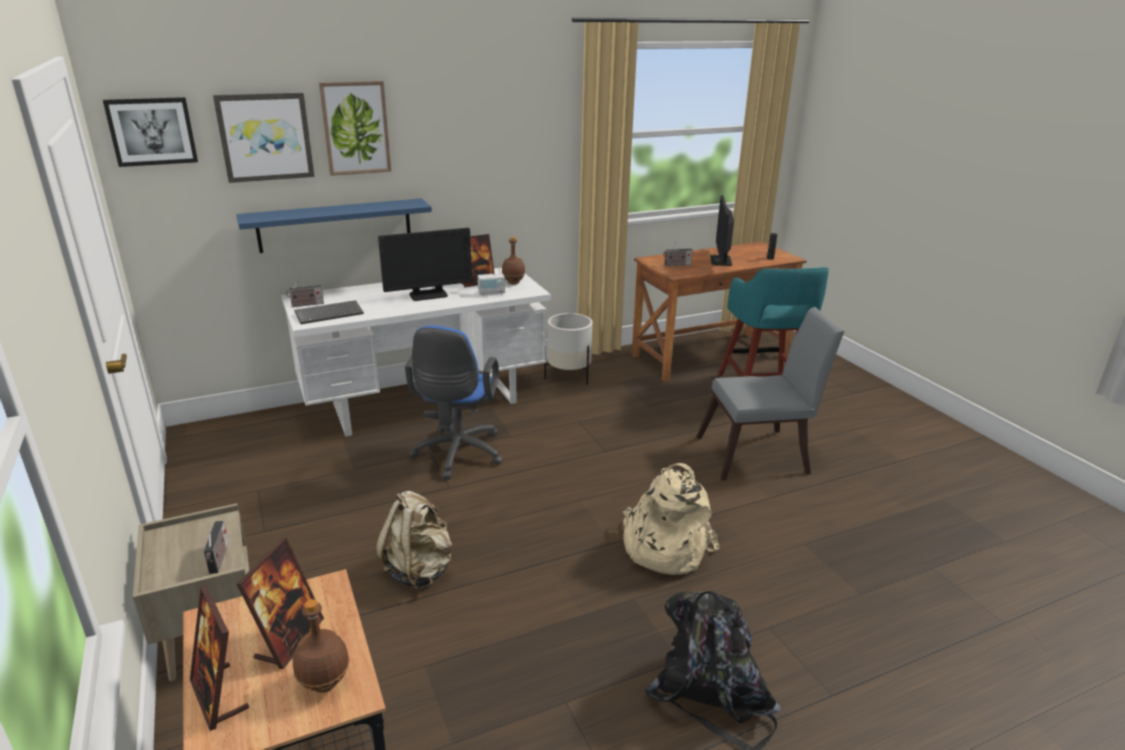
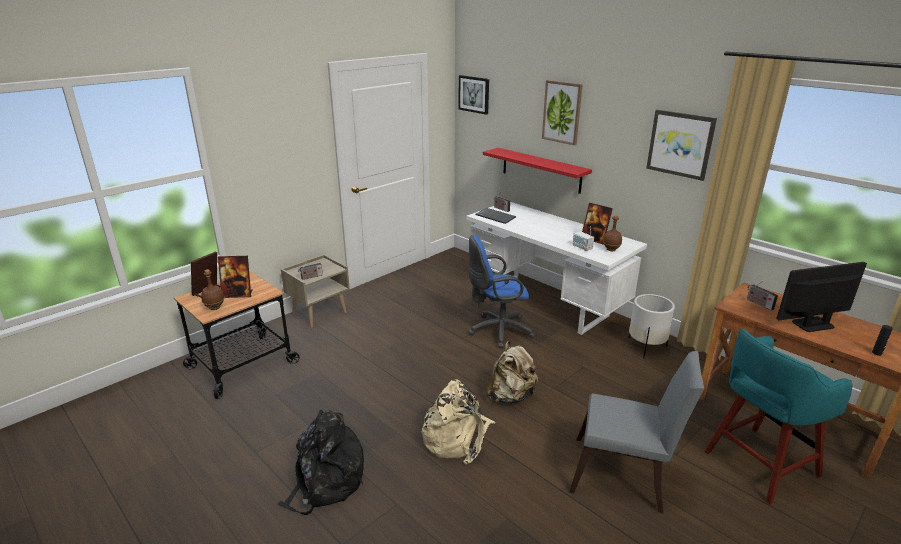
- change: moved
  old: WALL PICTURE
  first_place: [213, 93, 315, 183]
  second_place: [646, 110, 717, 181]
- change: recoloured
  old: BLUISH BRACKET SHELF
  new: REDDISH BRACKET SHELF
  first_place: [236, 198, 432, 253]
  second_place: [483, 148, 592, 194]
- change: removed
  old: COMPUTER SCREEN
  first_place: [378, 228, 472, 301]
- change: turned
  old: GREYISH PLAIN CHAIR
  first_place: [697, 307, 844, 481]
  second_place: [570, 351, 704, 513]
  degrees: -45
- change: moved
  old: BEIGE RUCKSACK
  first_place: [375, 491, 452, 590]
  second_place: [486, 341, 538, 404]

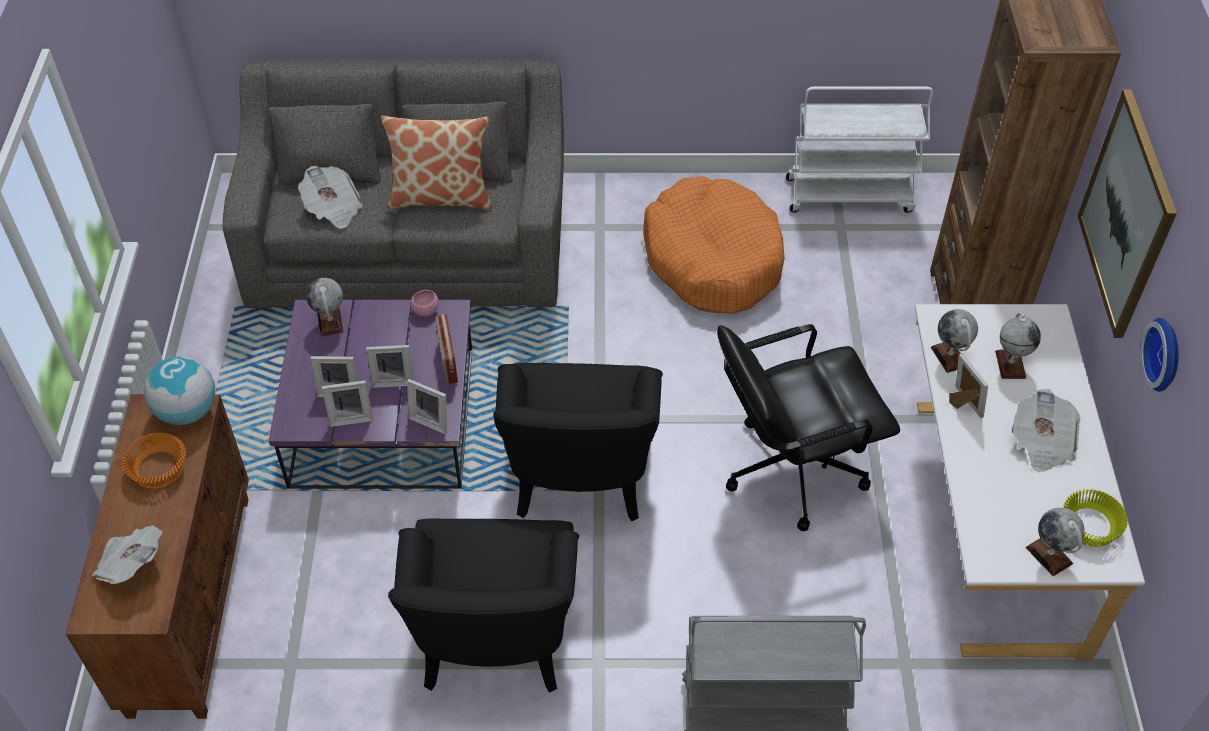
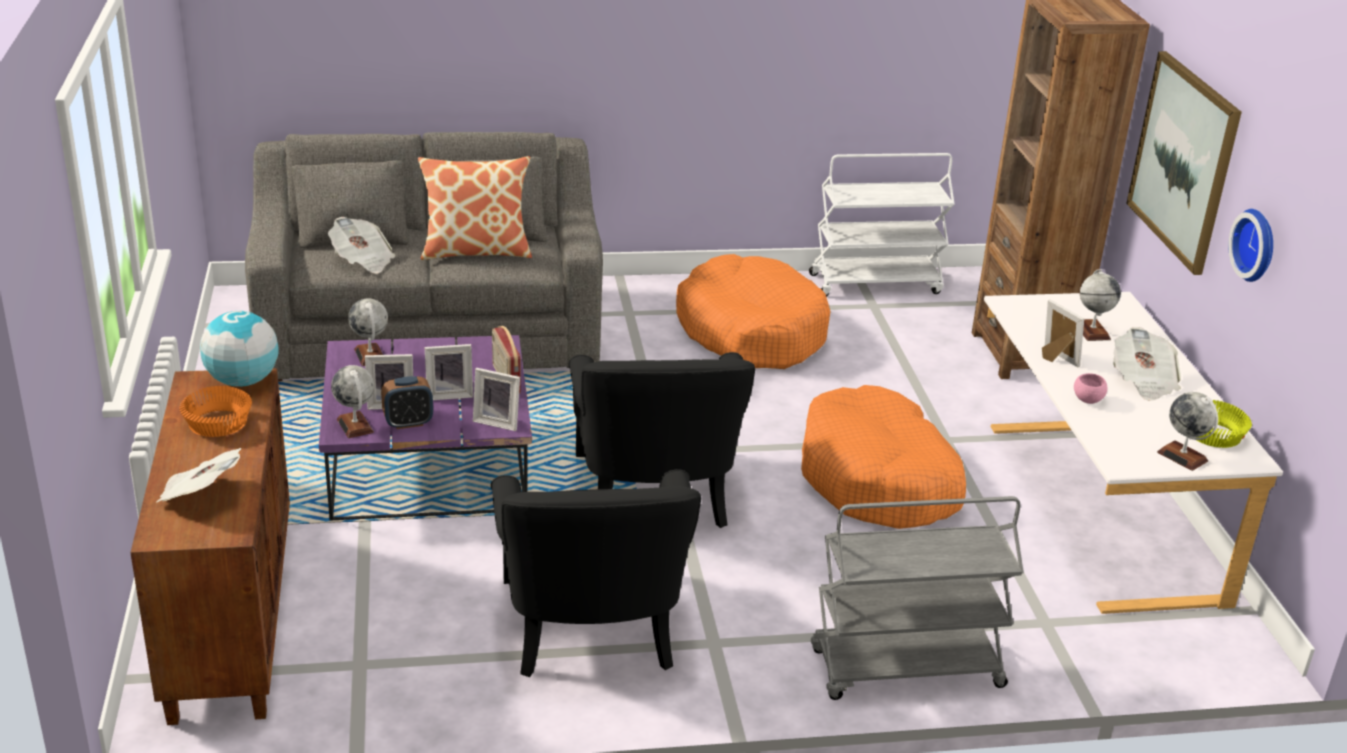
- change: moved
  old: PINK-COLOURED DEEP DISH
  first_place: [411, 290, 439, 317]
  second_place: [1074, 373, 1107, 404]
- change: moved
  old: WORLD GLOBE
  first_place: [931, 309, 978, 373]
  second_place: [331, 365, 374, 438]
- change: replaced
  old: BLACK DESK CHAIR
  new: ORANGEY PET BED
  first_place: [717, 324, 900, 531]
  second_place: [801, 385, 966, 529]
- change: replaced
  old: PICTURE FRAME
  new: ALARM CLOCK
  first_place: [322, 380, 373, 427]
  second_place: [381, 376, 433, 429]

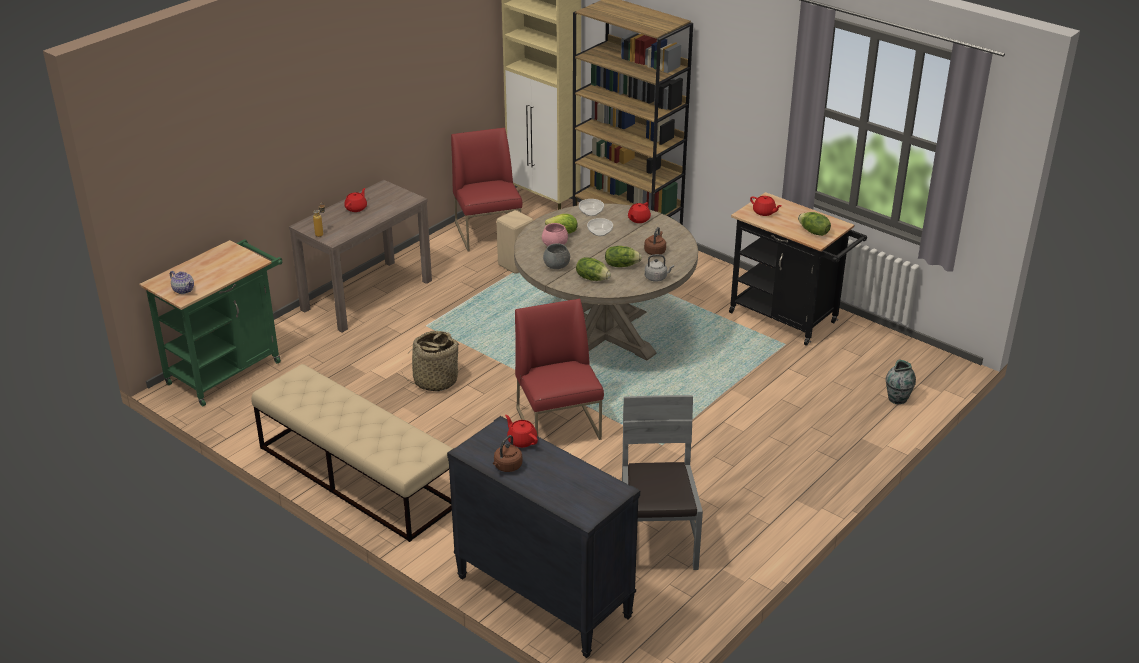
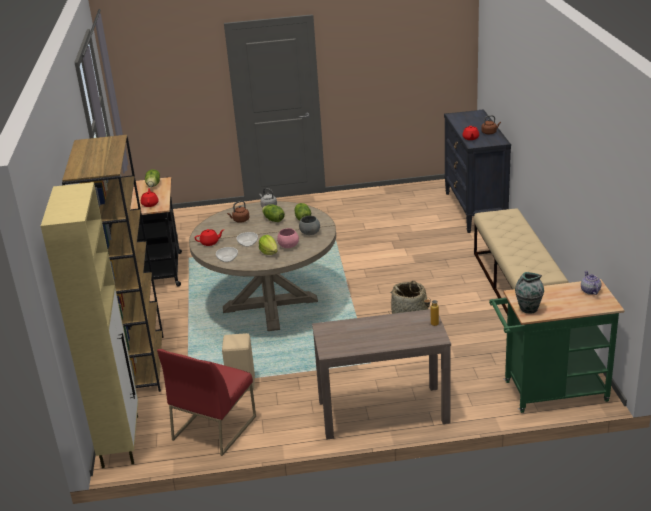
- change: removed
  old: REDDISH TEA POT
  first_place: [344, 188, 367, 212]
- change: removed
  old: REDDISH PLAIN CHAIR
  first_place: [515, 299, 604, 440]
- change: moved
  old: FLOWER VASE
  first_place: [886, 360, 916, 404]
  second_place: [515, 272, 544, 313]
- change: removed
  old: GREYISH PLAIN CHAIR
  first_place: [622, 395, 703, 570]

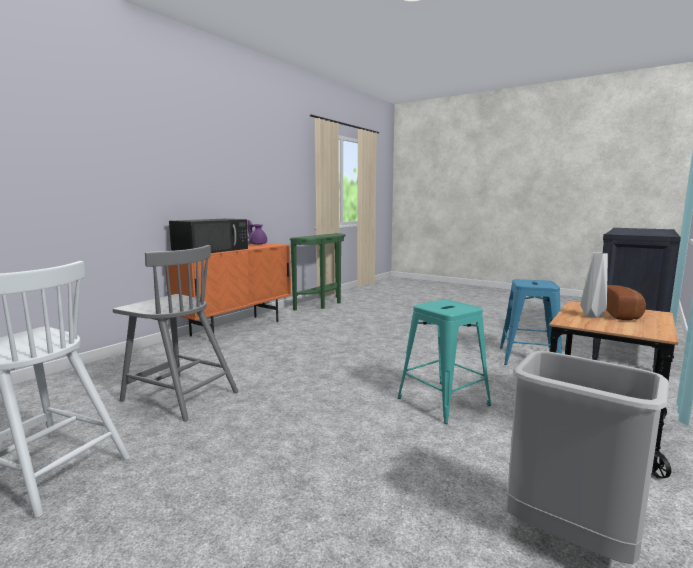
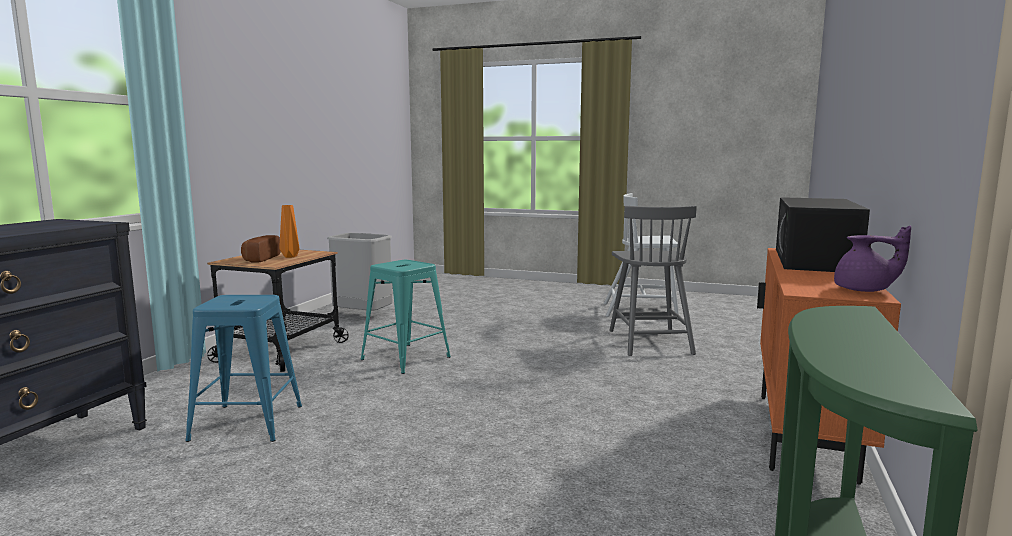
- change: turned
  old: GREYISH PLAIN CHAIR
  first_place: [113, 245, 239, 421]
  second_place: [609, 205, 697, 356]
  degrees: -105
- change: recoloured
  old: GREYISH FLOWER VASE
  new: ORANGEY FLOWER VASE
  first_place: [580, 253, 608, 318]
  second_place: [279, 205, 299, 258]

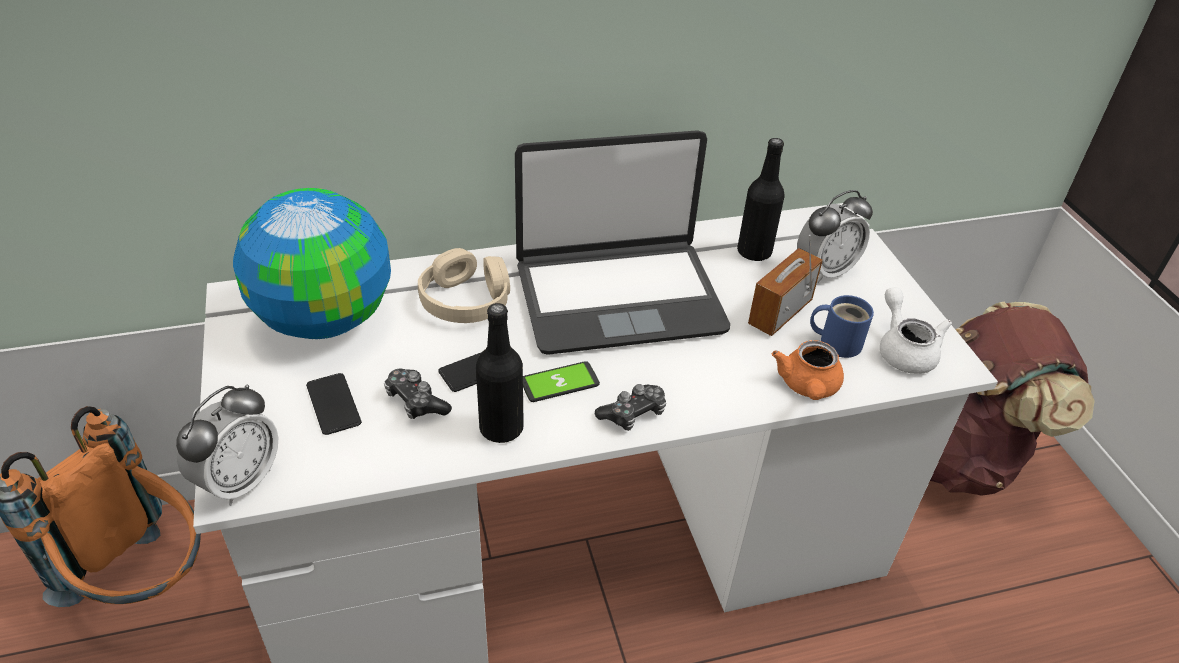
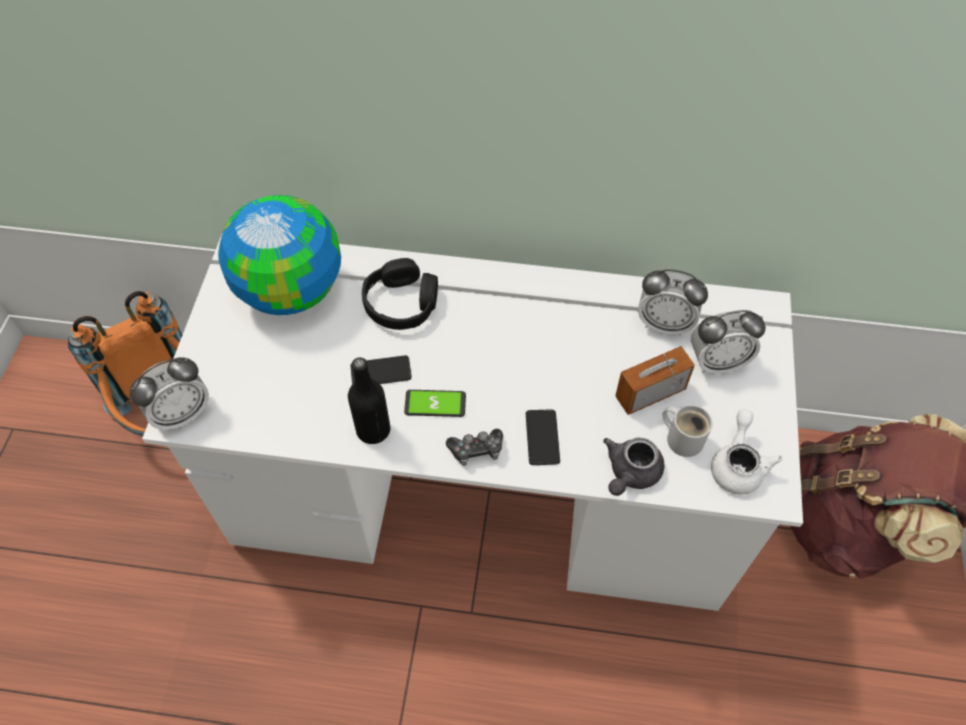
- change: removed
  old: LAPTOP
  first_place: [515, 130, 730, 355]
- change: replaced
  old: BLACK DRINK BOTTLE
  new: ALARM CLOCK
  first_place: [737, 138, 785, 261]
  second_place: [638, 269, 708, 336]
- change: recoloured
  old: BEIGE PAIR OF HEADPHONES
  new: BLACK PAIR OF HEADPHONES
  first_place: [418, 248, 510, 323]
  second_place: [362, 258, 438, 330]
- change: recoloured
  old: BLUISH MUG
  new: WHITISH MUG
  first_place: [810, 295, 874, 358]
  second_place: [662, 405, 713, 457]
- change: recoloured
  old: ORANGEY TEA POT
  new: GREYISH TEA POT
  first_place: [772, 340, 844, 400]
  second_place: [603, 438, 664, 496]
- change: removed
  old: GAMEPAD
  first_place: [384, 369, 452, 419]
- change: moved
  old: TELEPHONE
  first_place: [306, 373, 362, 435]
  second_place: [526, 409, 560, 465]

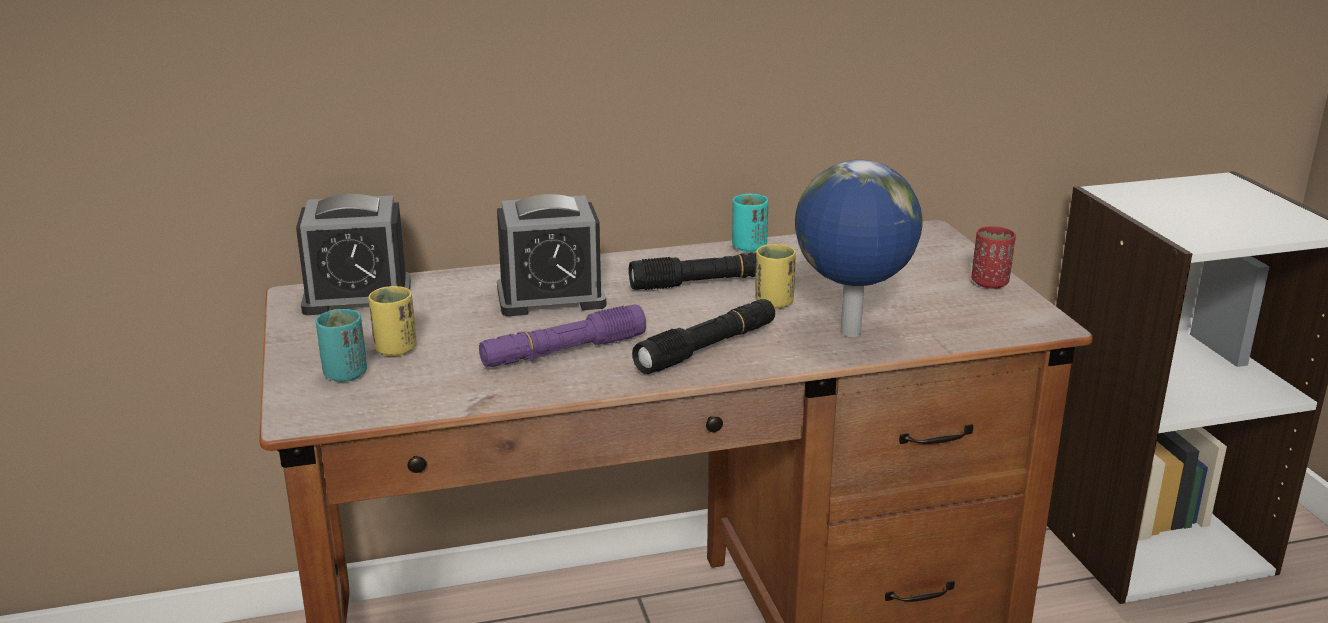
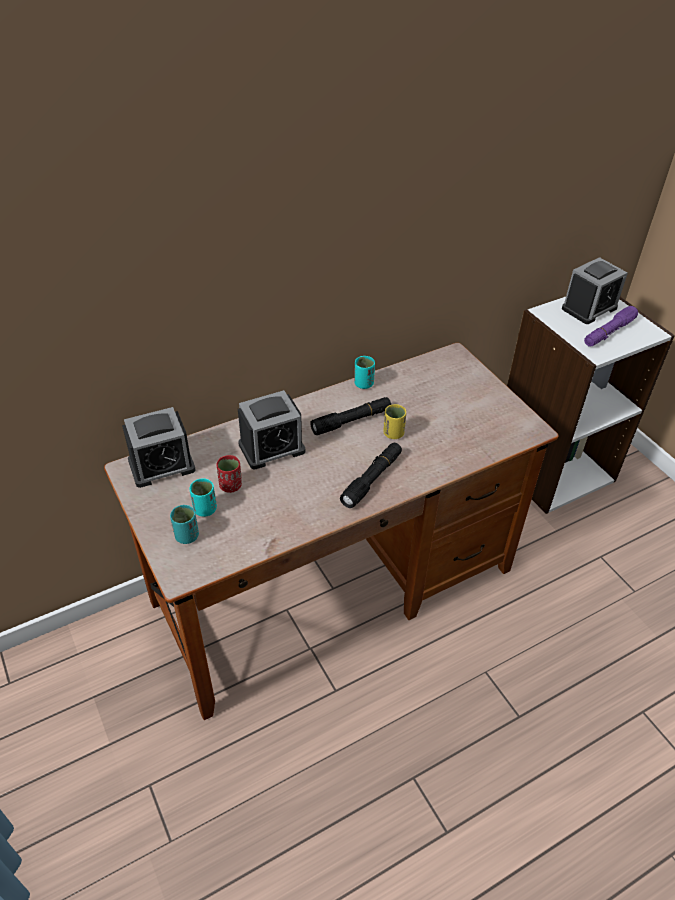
- change: removed
  old: WORLD GLOBE
  first_place: [795, 160, 922, 337]
- change: moved
  old: REDDISH CUP
  first_place: [971, 226, 1016, 289]
  second_place: [217, 455, 242, 493]
- change: recoloured
  old: YELLOW-COLOURED CUP
  new: TURQUOISE-COLOURED CUP
  first_place: [368, 286, 417, 356]
  second_place: [190, 479, 217, 517]
- change: moved
  old: PURPLISH TORCH
  first_place: [479, 305, 646, 367]
  second_place: [584, 306, 638, 347]
- change: added
  new: ALARM CLOCK
  second_place: [562, 257, 628, 324]

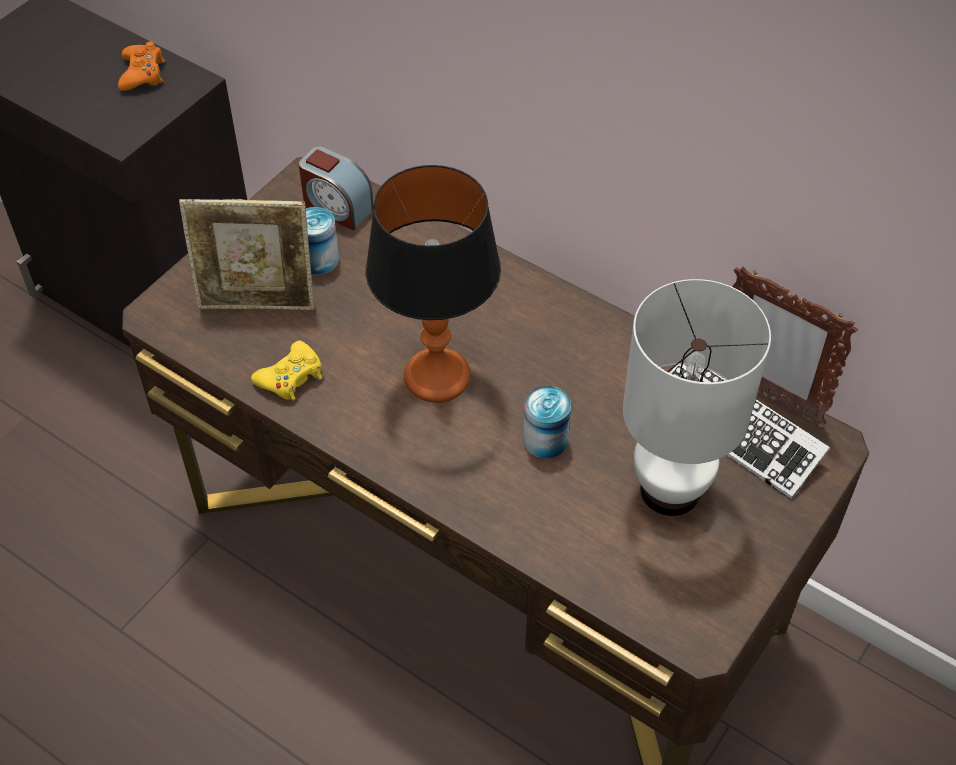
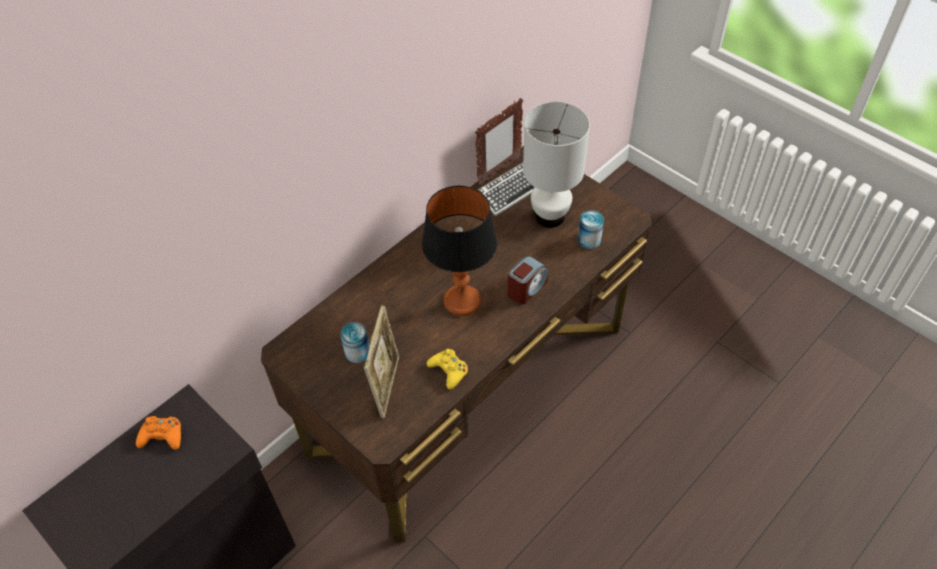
- change: moved
  old: ALARM CLOCK
  first_place: [299, 146, 373, 230]
  second_place: [508, 256, 548, 305]
- change: moved
  old: CAN
  first_place: [523, 386, 571, 459]
  second_place: [578, 210, 604, 249]

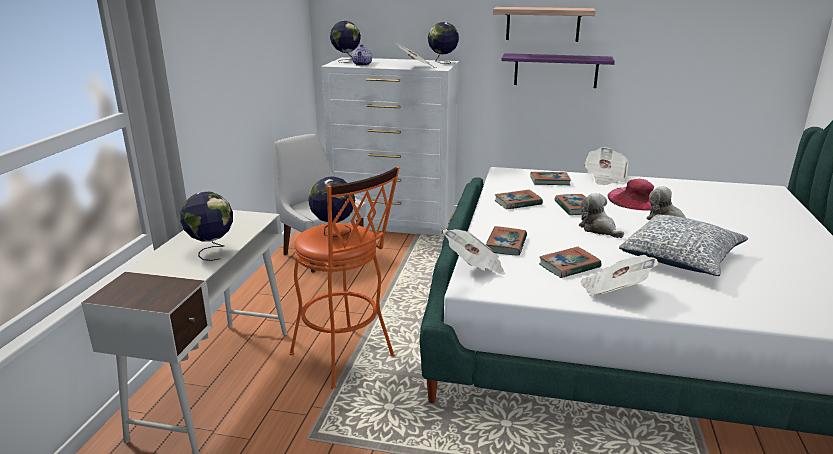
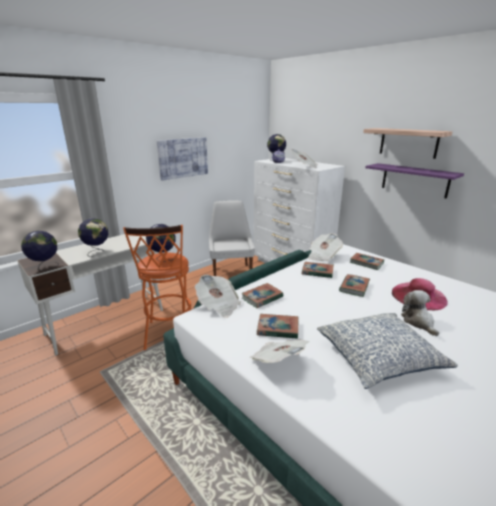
- change: moved
  old: WORLD GLOBE
  first_place: [428, 22, 459, 64]
  second_place: [21, 230, 59, 271]
- change: moved
  old: NEWSPAPER
  first_place: [584, 147, 629, 185]
  second_place: [308, 233, 343, 261]
- change: removed
  old: SOFT TOY
  first_place: [579, 193, 624, 238]
- change: added
  new: WALL PICTURE
  second_place: [157, 137, 208, 181]

